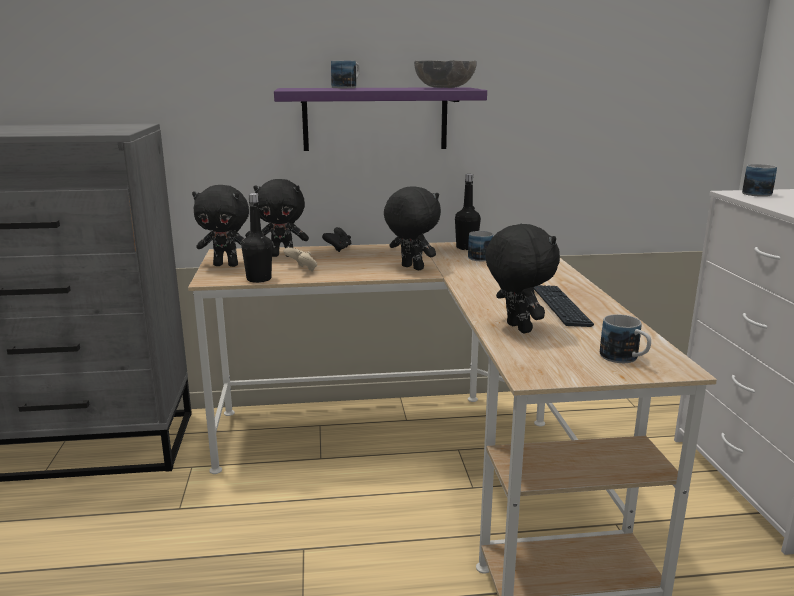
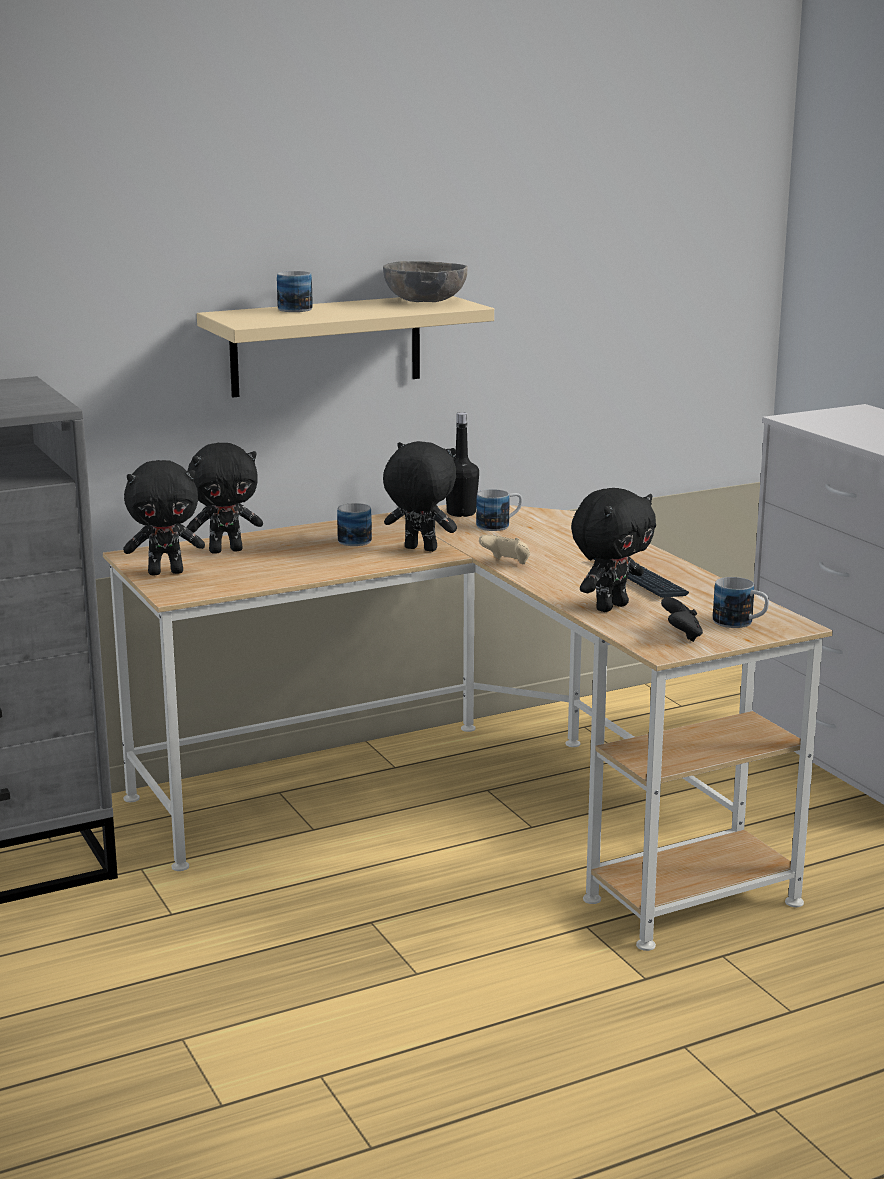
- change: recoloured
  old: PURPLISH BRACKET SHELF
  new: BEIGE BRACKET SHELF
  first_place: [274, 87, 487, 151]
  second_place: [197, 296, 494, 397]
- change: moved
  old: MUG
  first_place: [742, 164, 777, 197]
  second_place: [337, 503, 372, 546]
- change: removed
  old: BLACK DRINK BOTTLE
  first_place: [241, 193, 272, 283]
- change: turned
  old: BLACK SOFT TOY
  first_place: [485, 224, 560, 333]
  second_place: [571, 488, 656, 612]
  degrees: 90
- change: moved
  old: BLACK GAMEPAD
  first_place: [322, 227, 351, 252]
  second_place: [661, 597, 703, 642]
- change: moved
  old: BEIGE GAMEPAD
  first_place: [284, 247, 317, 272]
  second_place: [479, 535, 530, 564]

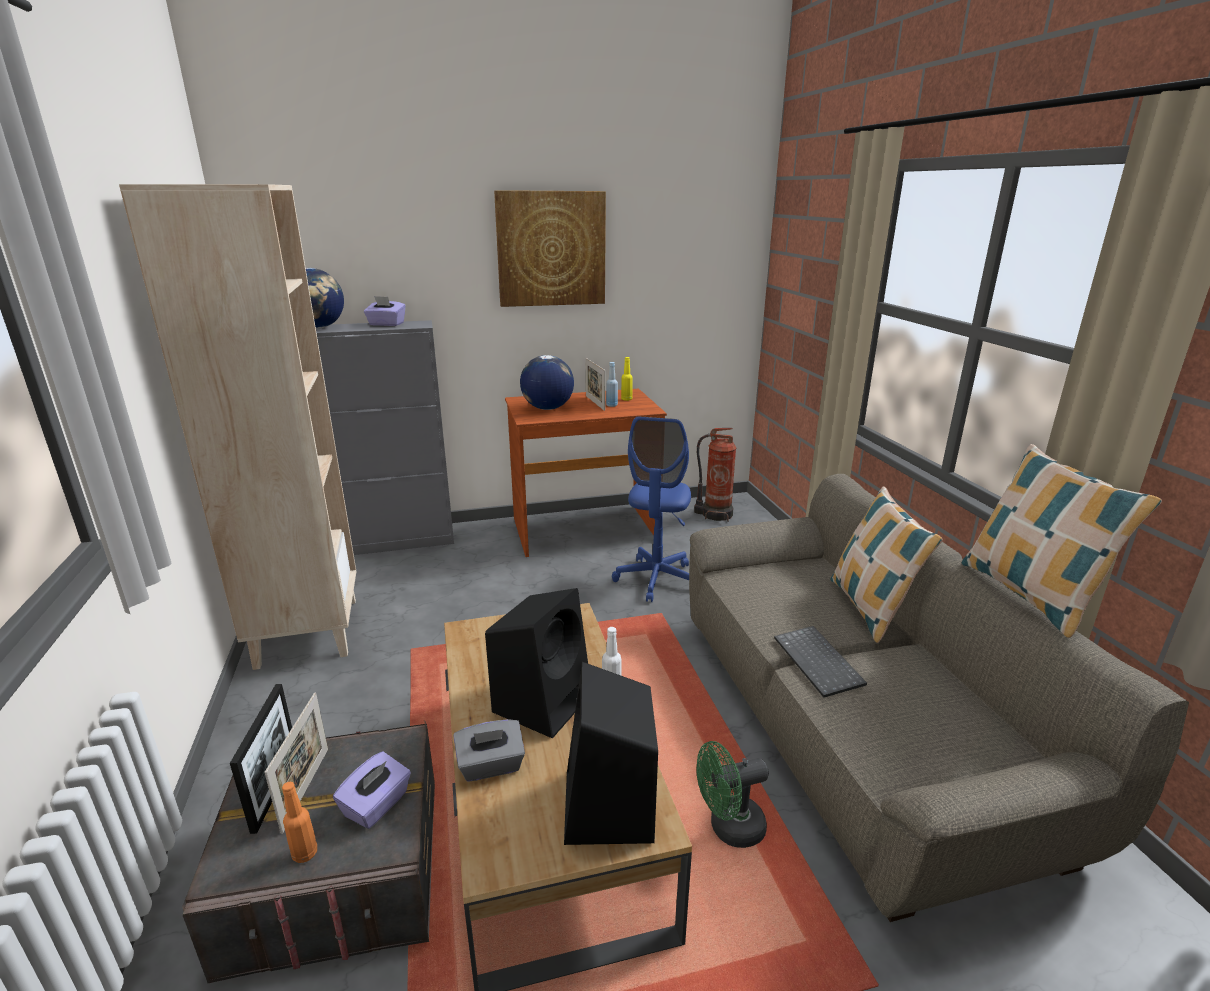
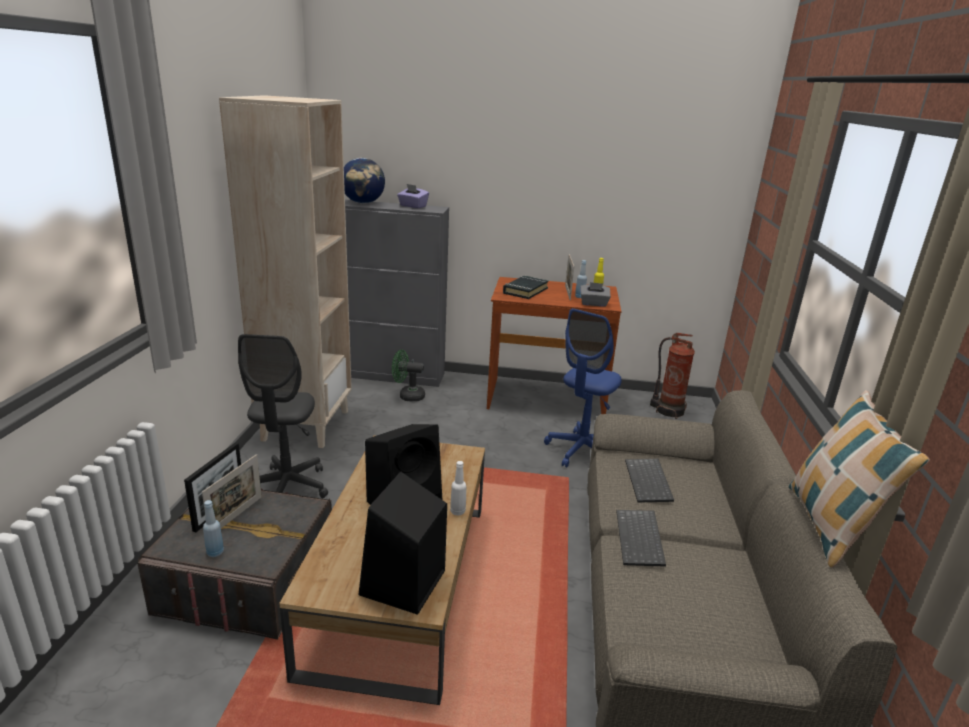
- change: removed
  old: WALL PICTURE
  first_place: [494, 190, 606, 307]
- change: replaced
  old: WORLD GLOBE
  new: BLACK VOLUME
  first_place: [520, 355, 574, 410]
  second_place: [503, 276, 549, 299]
- change: removed
  old: THROW PILLOW
  first_place: [830, 486, 943, 643]
- change: moved
  old: GREYISH TISSUE BOX
  first_place: [454, 719, 525, 782]
  second_place: [580, 282, 611, 307]
- change: moved
  old: GREEN COOLING FAN
  first_place: [697, 741, 769, 848]
  second_place: [392, 349, 425, 402]
- change: removed
  old: PURPLISH TISSUE BOX
  first_place: [333, 751, 411, 829]
- change: recoloured
  old: ORANGEY DRINK BOTTLE
  new: BLUISH DRINK BOTTLE
  first_place: [282, 782, 317, 863]
  second_place: [203, 500, 224, 557]
- change: added
  new: GREYISH DESK CHAIR
  second_place: [238, 334, 328, 498]
- change: added
  new: COMPUTER KEYBOARD
  second_place: [625, 459, 674, 503]

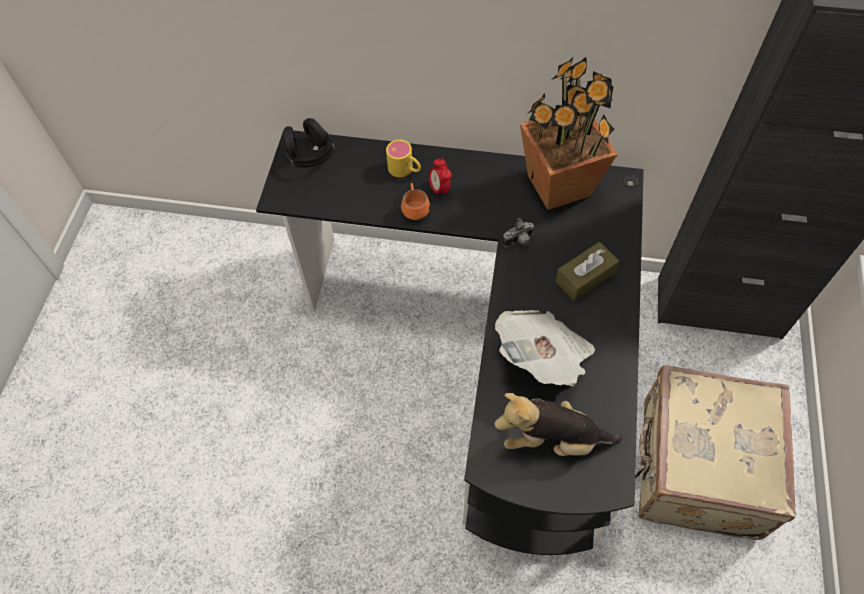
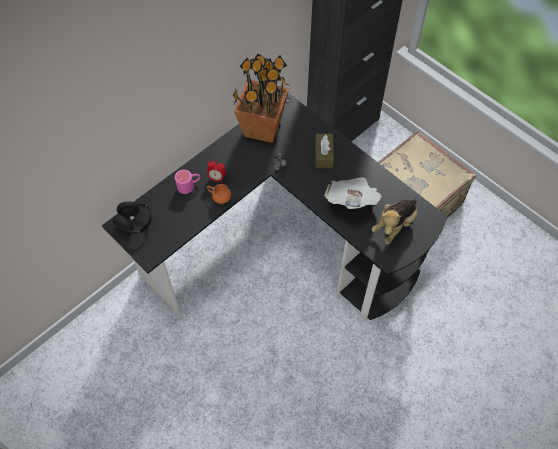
- change: recoloured
  old: YELLOW-COLOURED MUG
  new: PINK-COLOURED MUG
  first_place: [386, 140, 421, 177]
  second_place: [175, 170, 200, 194]

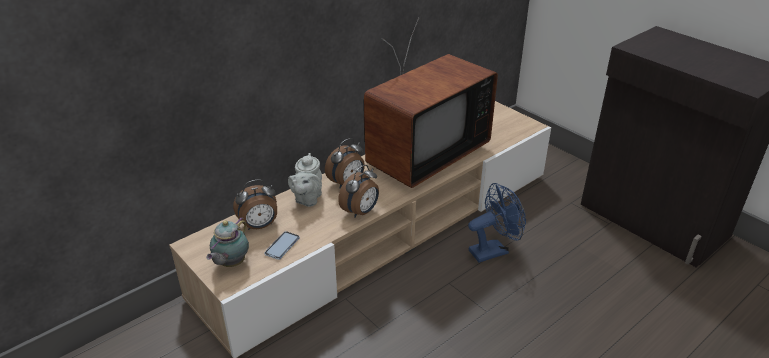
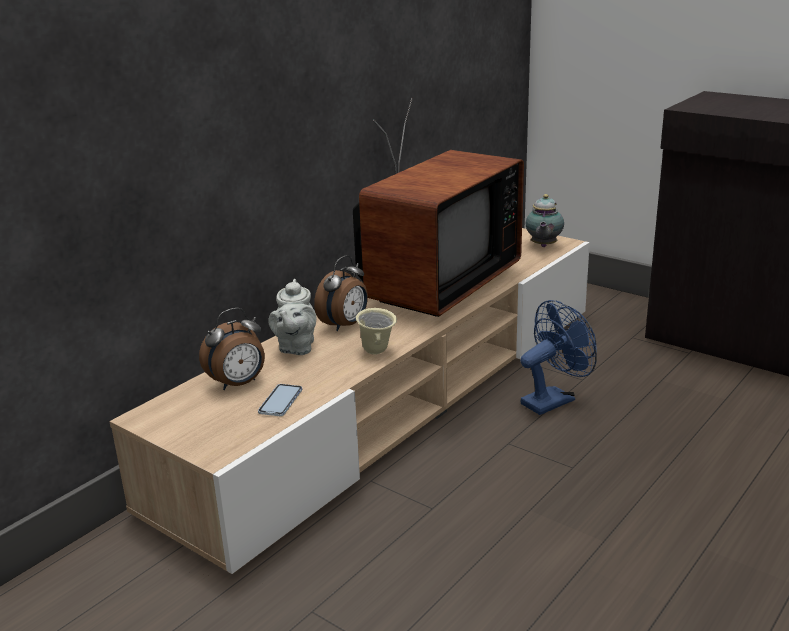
- change: replaced
  old: ALARM CLOCK
  new: BEIGE MUG
  first_place: [338, 165, 379, 218]
  second_place: [356, 308, 397, 354]
- change: moved
  old: TEA POT
  first_place: [206, 217, 249, 267]
  second_place: [526, 194, 564, 247]

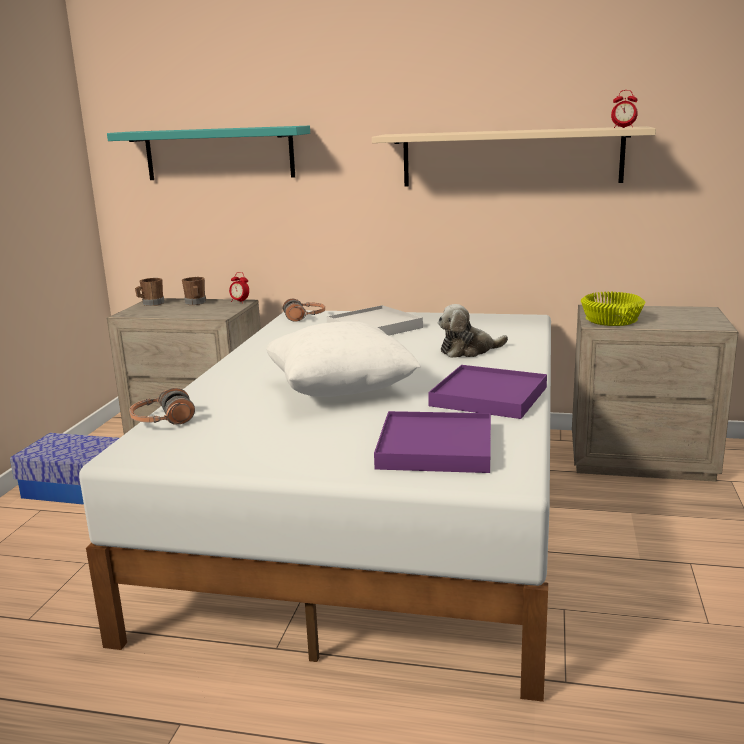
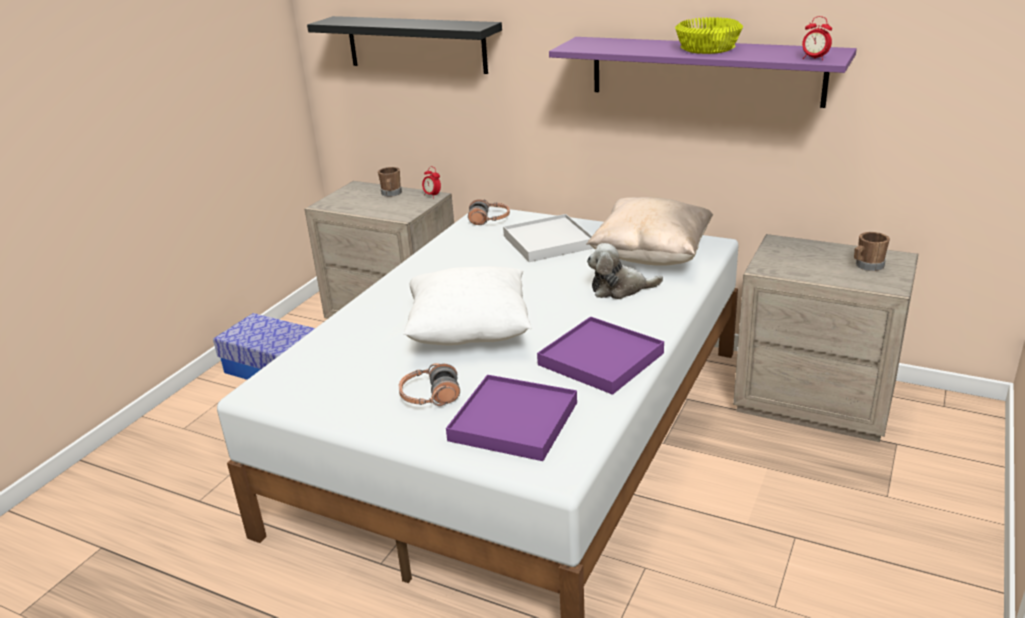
- change: recoloured
  old: TURQUOISE-COLOURED BRACKET SHELF
  new: BLACK BRACKET SHELF
  first_place: [107, 126, 310, 180]
  second_place: [307, 16, 502, 74]
- change: recoloured
  old: BEIGE BRACKET SHELF
  new: PURPLISH BRACKET SHELF
  first_place: [372, 126, 656, 186]
  second_place: [549, 37, 857, 108]
- change: moved
  old: BROWN-COLOURED MUG
  first_place: [135, 278, 165, 306]
  second_place: [854, 232, 890, 271]
- change: moved
  old: YELLOW-COLOURED DEEP DISH
  first_place: [581, 292, 645, 326]
  second_place: [675, 17, 743, 54]
- change: moved
  old: PAIR OF HEADPHONES
  first_place: [129, 388, 195, 425]
  second_place: [399, 363, 460, 406]
- change: added
  new: BEIGE THROW PILLOW
  second_place: [587, 197, 713, 266]

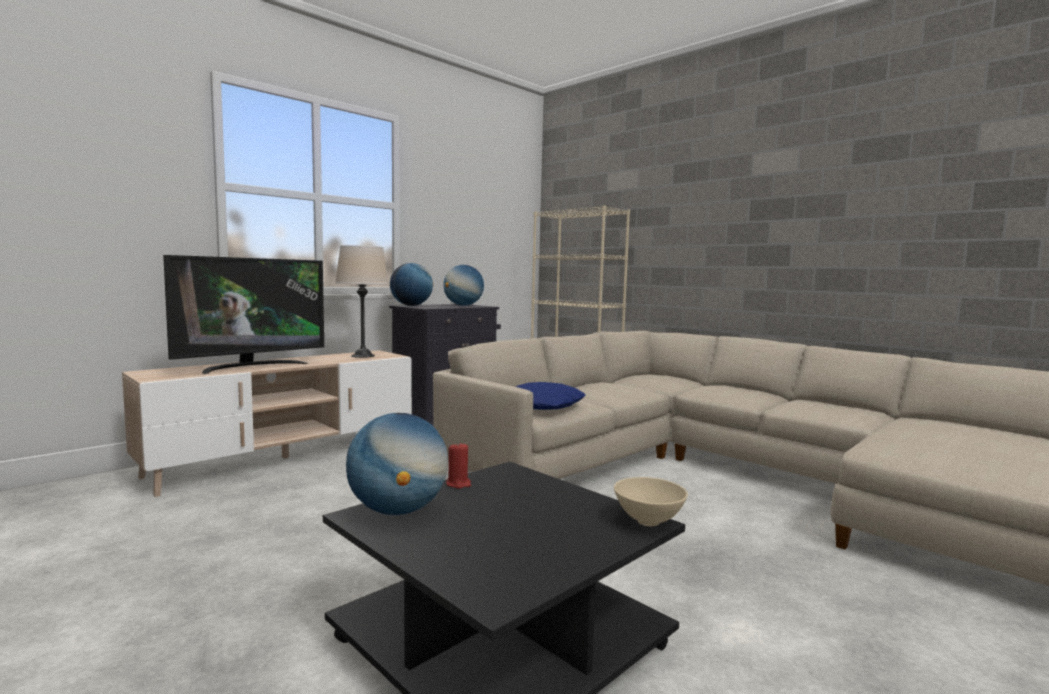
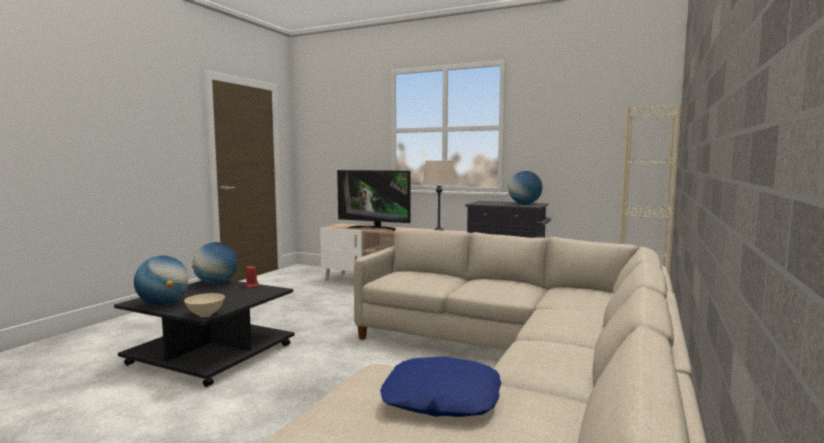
- change: moved
  old: WORLD GLOBE
  first_place: [390, 263, 434, 306]
  second_place: [134, 256, 189, 305]
- change: moved
  old: BLUISH THROW PILLOW
  first_place: [516, 382, 586, 410]
  second_place: [380, 357, 502, 417]

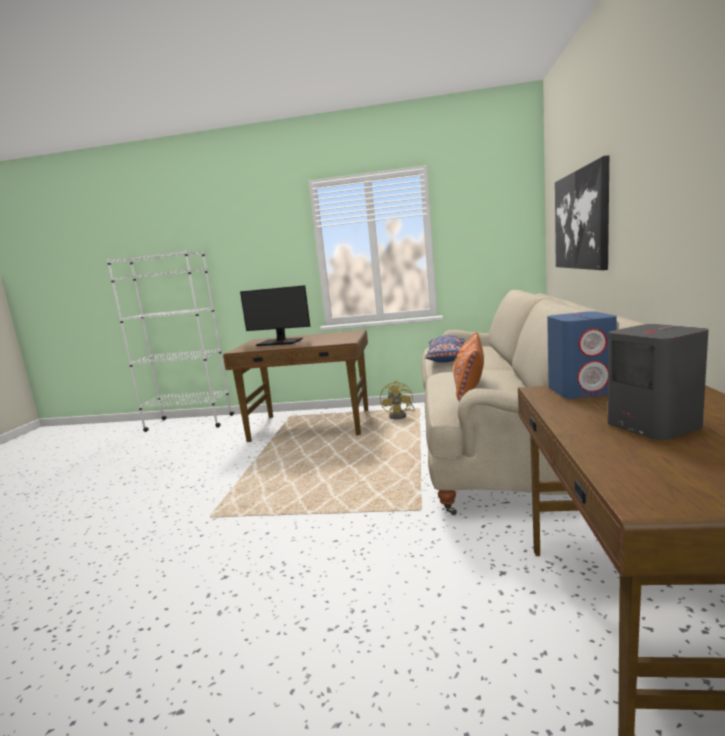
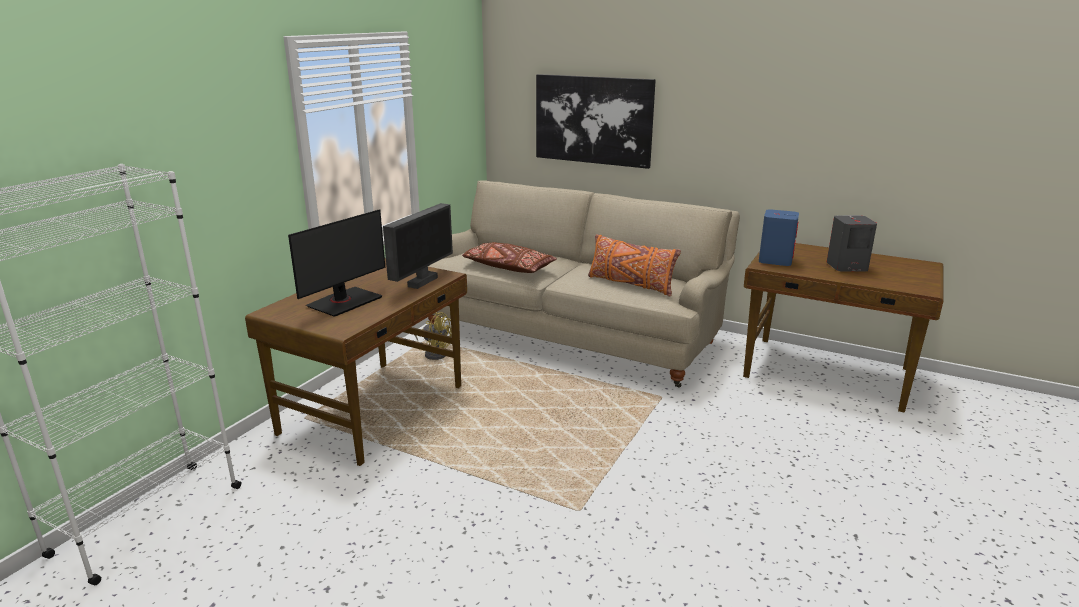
- change: recoloured
  old: BLUISH THROW PILLOW
  new: BROWN-COLOURED THROW PILLOW
  first_place: [425, 335, 465, 363]
  second_place: [462, 242, 557, 273]
- change: added
  new: COMPUTER SCREEN
  second_place: [383, 203, 453, 289]

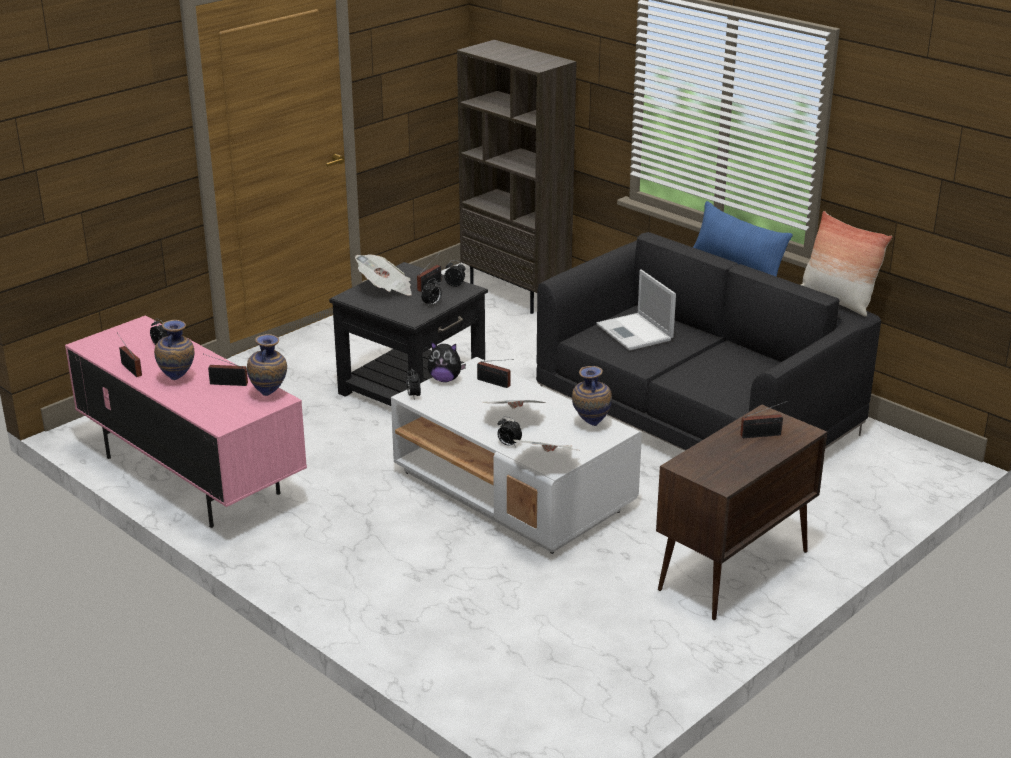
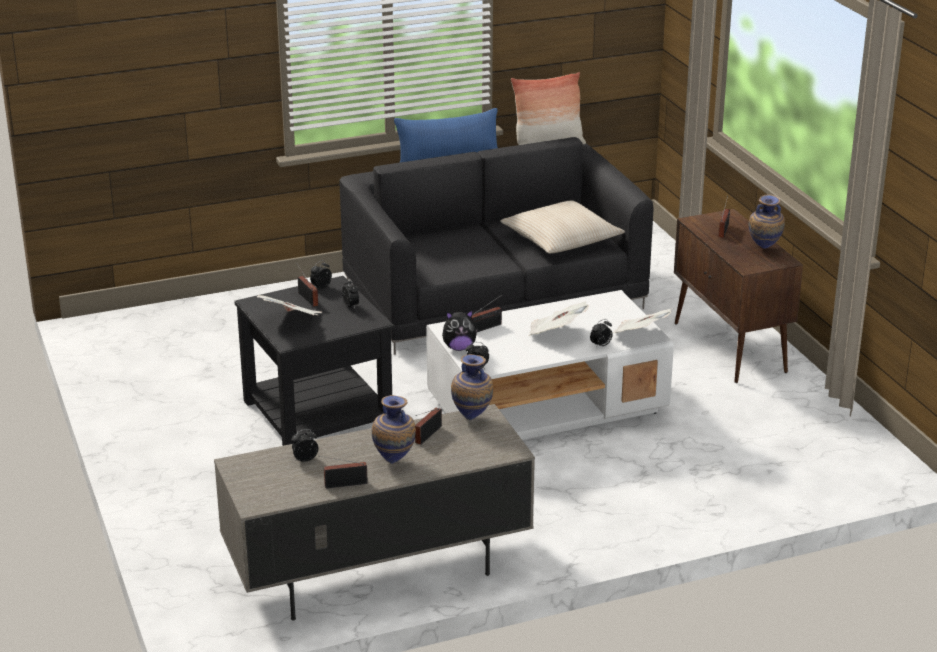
- change: removed
  old: BROWN-COLOURED SHELVING UNIT
  first_place: [457, 40, 577, 314]
- change: removed
  old: LAPTOP
  first_place: [596, 270, 676, 351]
- change: recoloured
  old: PINK-COLOURED TV STAND
  new: GREYISH TV STAND
  first_place: [65, 315, 307, 528]
  second_place: [214, 404, 535, 621]
- change: turned
  old: SOFT TOY
  first_place: [428, 342, 466, 382]
  second_place: [442, 310, 478, 351]
  degrees: 45
- change: moved
  old: FLOWER VASE
  first_place: [572, 366, 612, 426]
  second_place: [749, 194, 785, 249]
- change: added
  new: BEIGE THROW PILLOW
  second_place: [500, 200, 625, 253]

